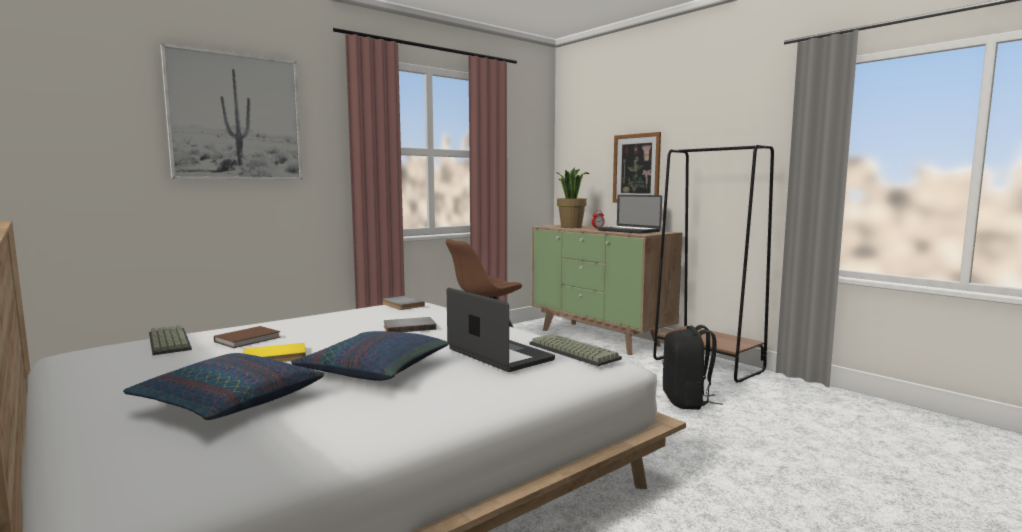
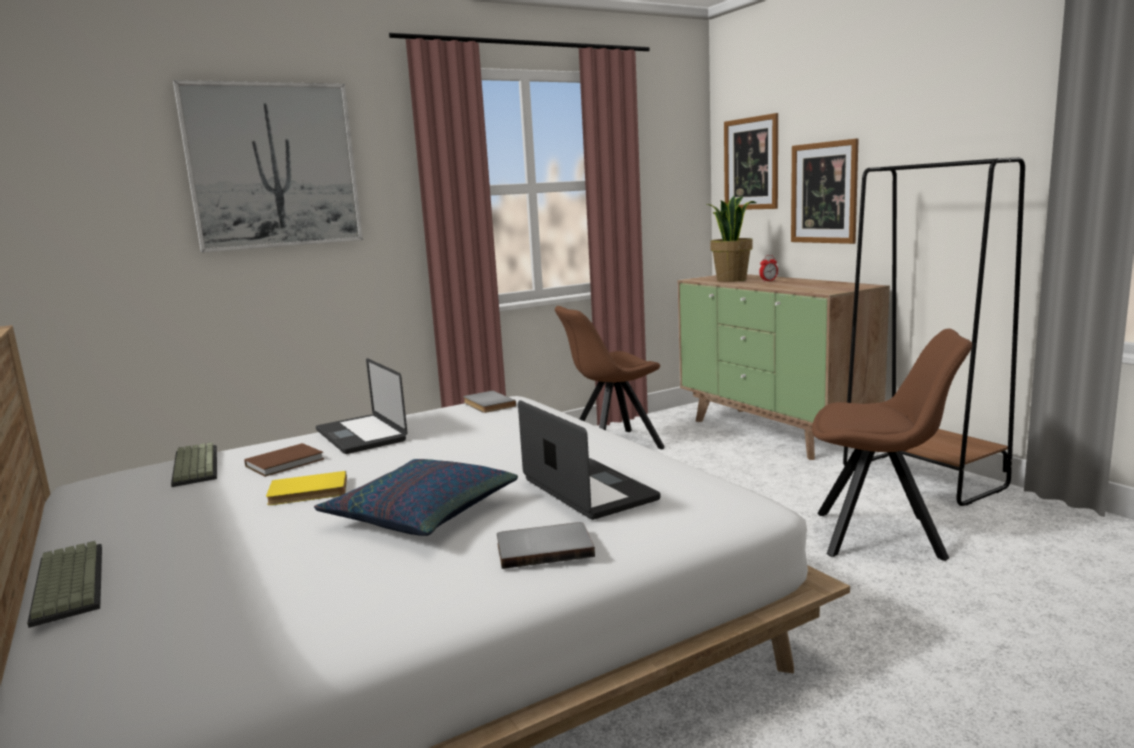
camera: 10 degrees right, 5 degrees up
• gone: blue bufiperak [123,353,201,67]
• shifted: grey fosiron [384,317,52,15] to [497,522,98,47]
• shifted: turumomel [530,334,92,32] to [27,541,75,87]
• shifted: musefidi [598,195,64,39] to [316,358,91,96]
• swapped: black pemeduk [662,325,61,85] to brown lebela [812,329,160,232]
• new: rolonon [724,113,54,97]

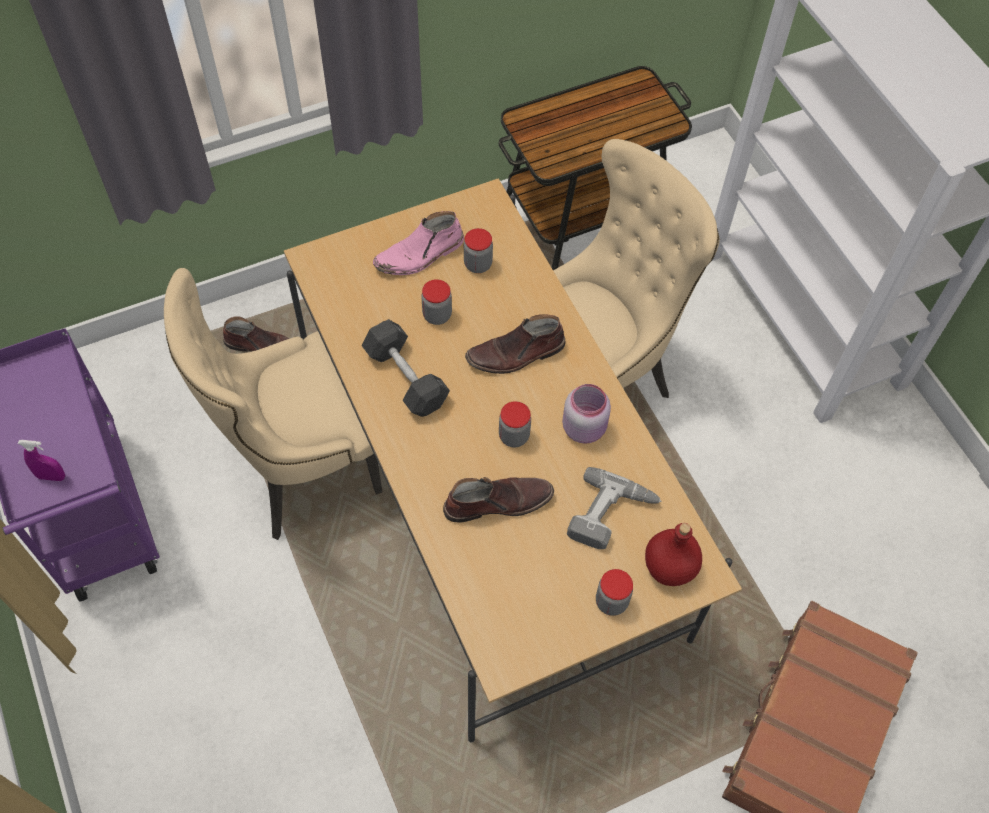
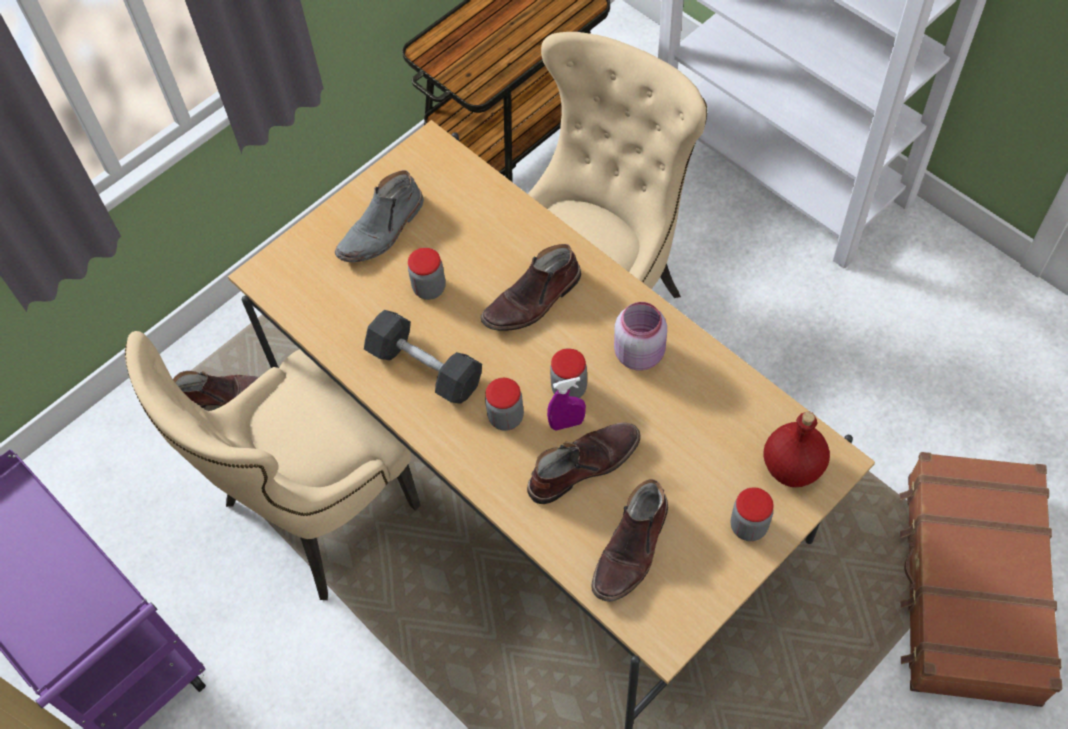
camera: 15 degrees left, 0 degrees up
• shifted: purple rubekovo [18,440,47,41] to [547,377,39,53]
• repainted: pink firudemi [373,211,91,64] to grey firudemi [335,170,89,92]
• shifted: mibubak [464,228,29,45] to [485,378,39,53]
• gone: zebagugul [567,467,94,82]
• new: brown firudemi [591,479,77,123]

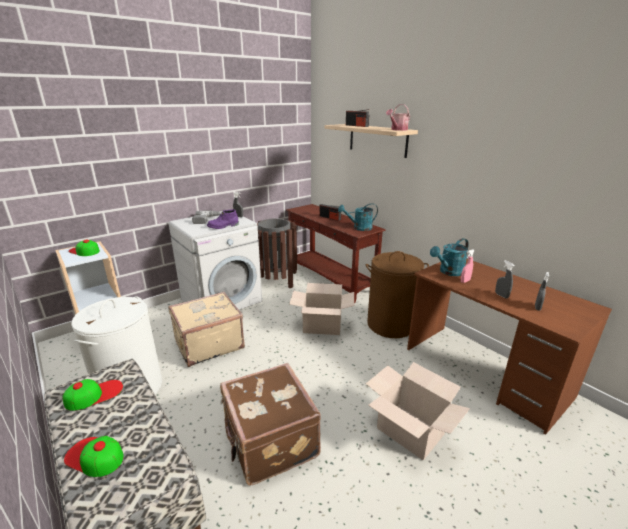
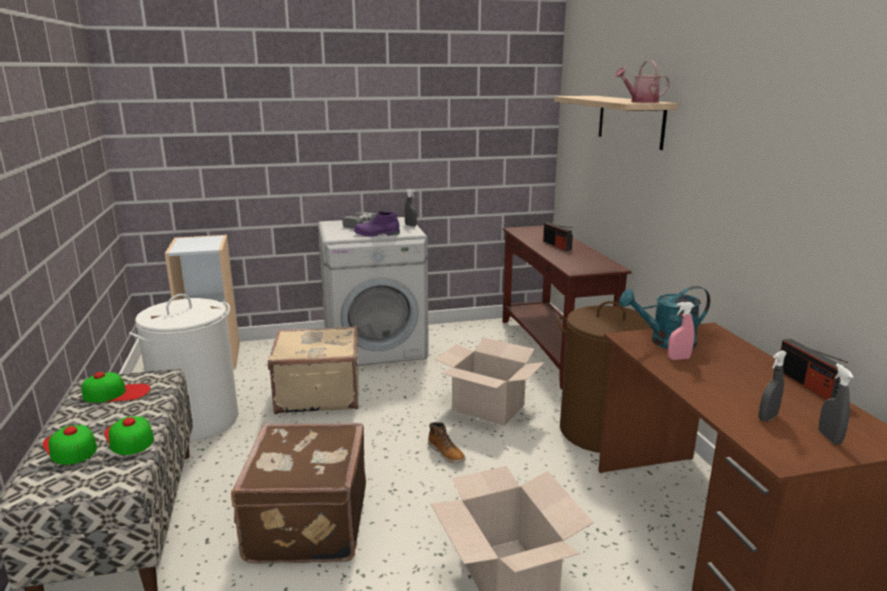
camera: 25 degrees right, 5 degrees down
• shifted: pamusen [68,240,32,16] to [104,416,50,39]
• gone: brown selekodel [257,218,40,70]
• gone: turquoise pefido [338,203,40,28]
• shifted: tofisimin [346,109,23,18] to [781,339,67,61]
• shifted: grey rubekovo [495,260,19,38] to [819,363,35,82]
• new: firudemi [428,422,37,41]

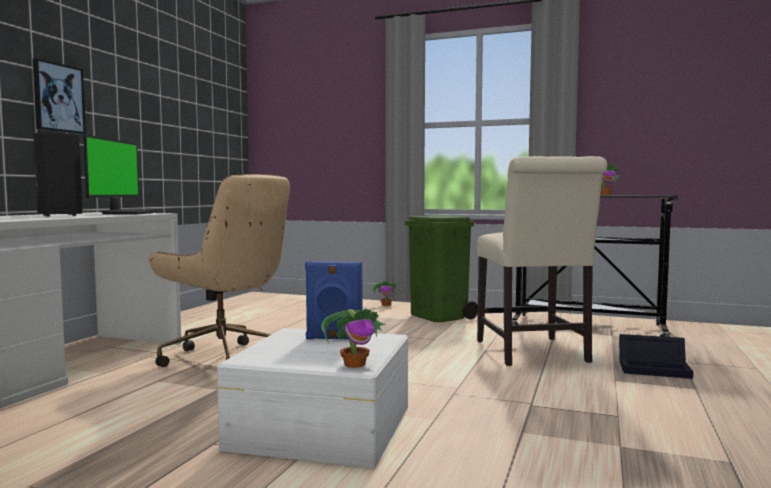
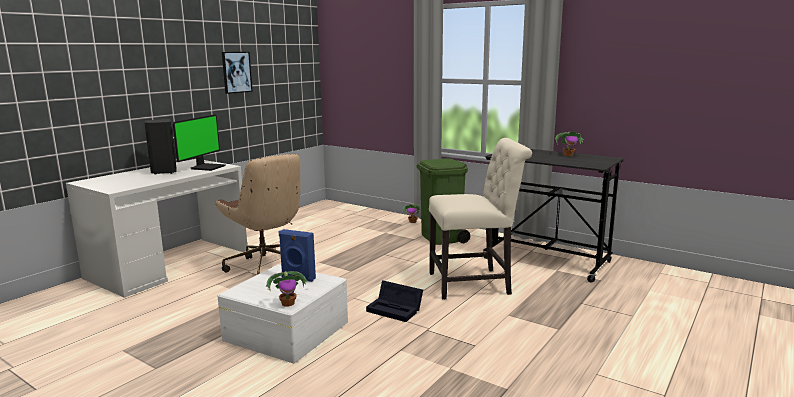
camera: 15 degrees right, 10 degrees up
• shifted: rolonon [33,58,53,76] to [222,52,31,42]
• rotated: beige lebela [477,156,130,210] = [429,138,103,162] 105 degrees counterclockwise
• shifted: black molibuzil [619,334,74,45] to [366,280,57,42]

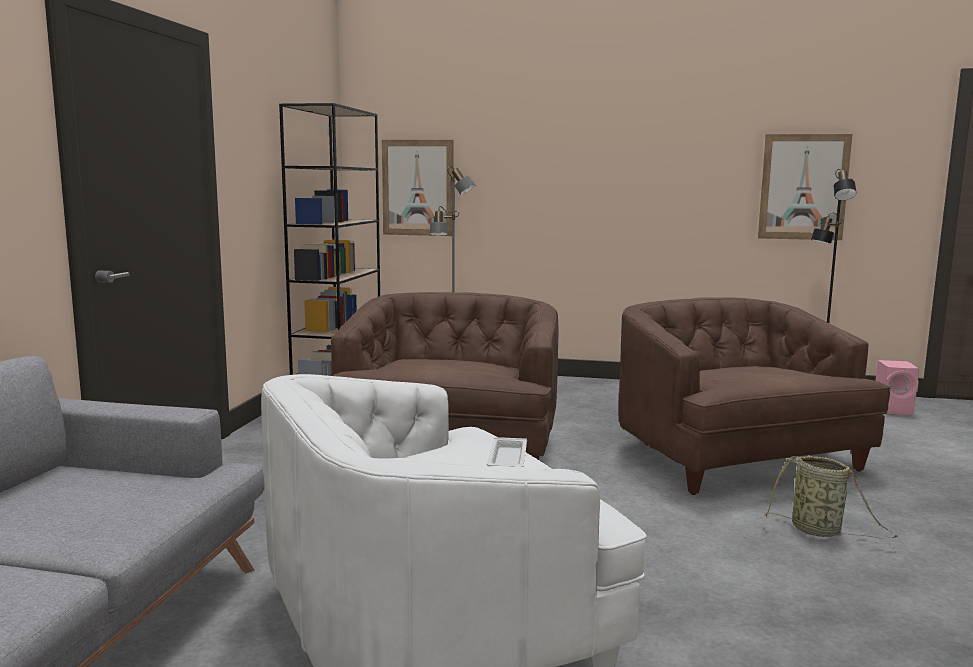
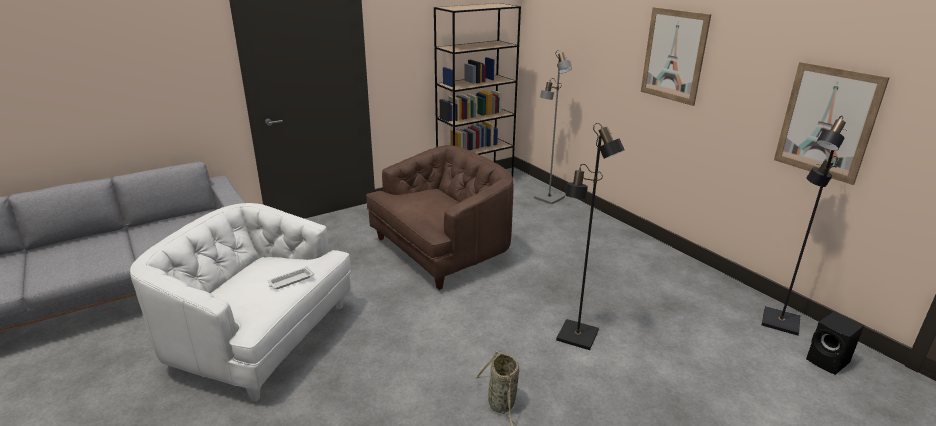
camera: 45 degrees right, 15 degrees up
• shifted: rolonon [382,140,71,96] to [641,7,70,99]
• swapped: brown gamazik [619,297,271,198] to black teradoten [556,123,68,227]
• repainted: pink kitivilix [875,360,44,55] to black kitivilix [806,312,58,63]

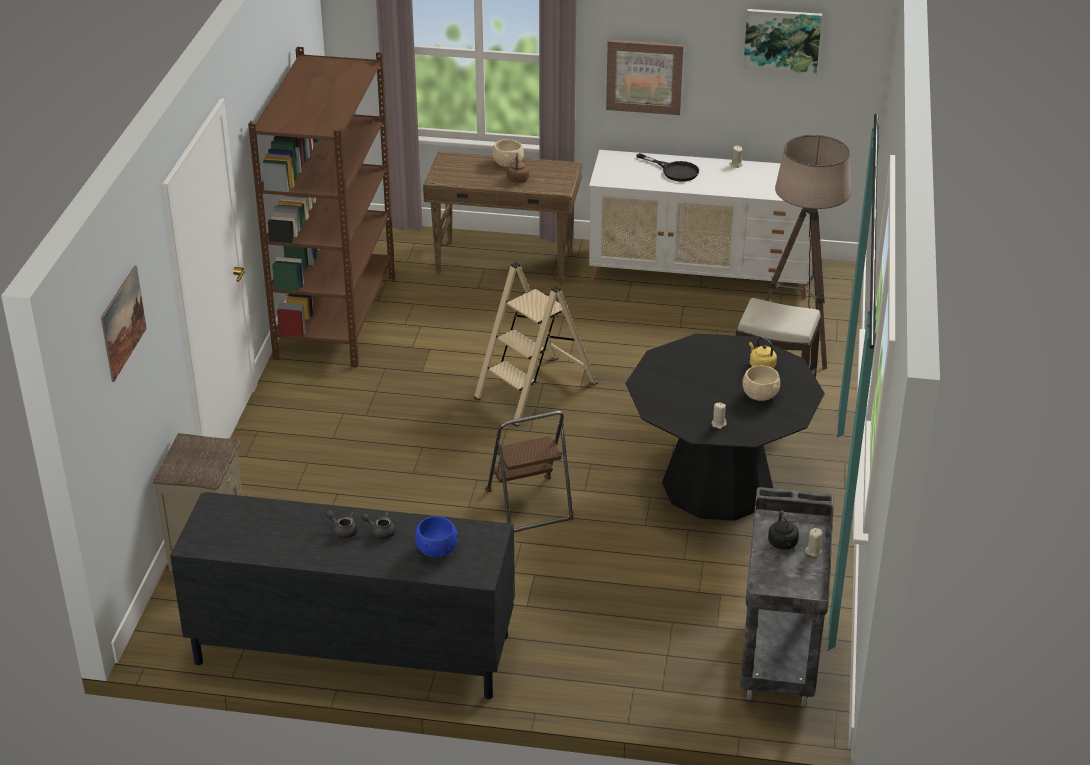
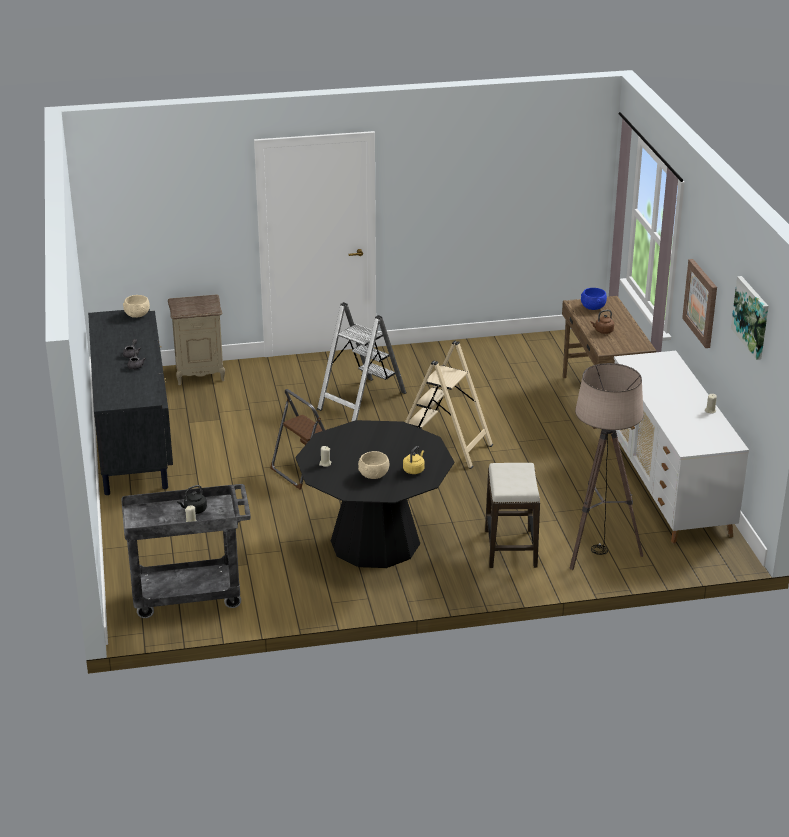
camera: 70 degrees right, 5 degrees down
• gone: rolonon [101,265,46,117]
• gone: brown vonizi [248,47,147,320]
• shifted: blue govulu [415,516,43,42] to [581,288,26,22]
• shifted: beige govulu [493,139,31,28] to [123,295,27,23]
• gone: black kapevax [636,153,63,29]
• new: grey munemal [317,302,90,120]

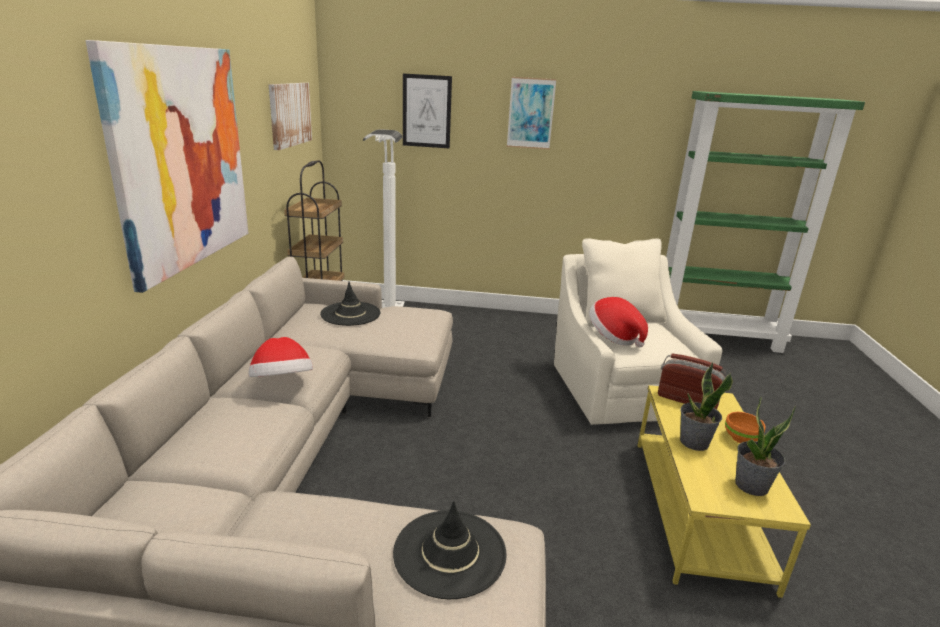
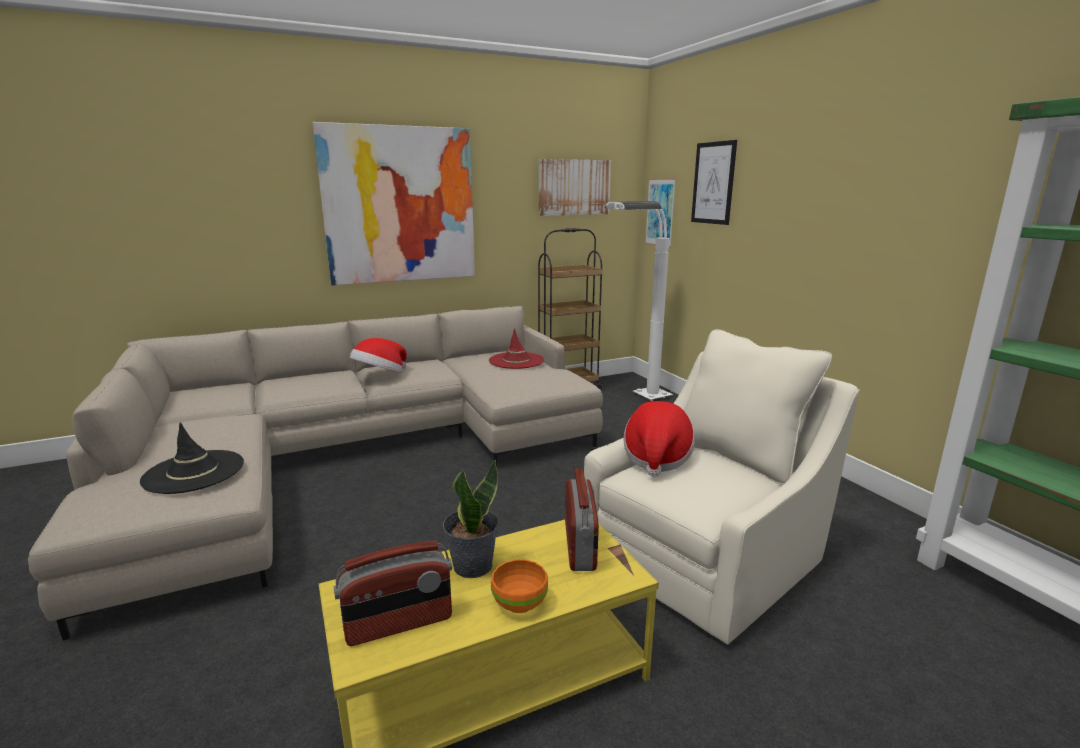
camera: 60 degrees right, 5 degrees down
• repainted: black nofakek [320,282,61,44] to red nofakek [489,328,55,41]
• shifted: rolonon [507,77,49,72] to [645,178,31,69]
• swapped: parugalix [735,396,61,100] to tofisimin [334,540,118,106]

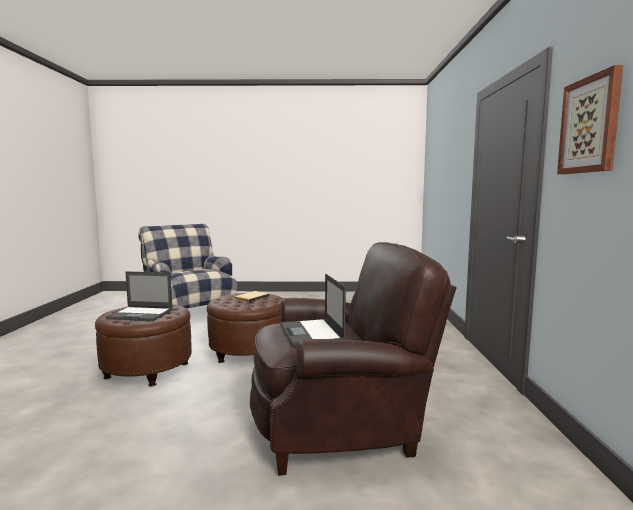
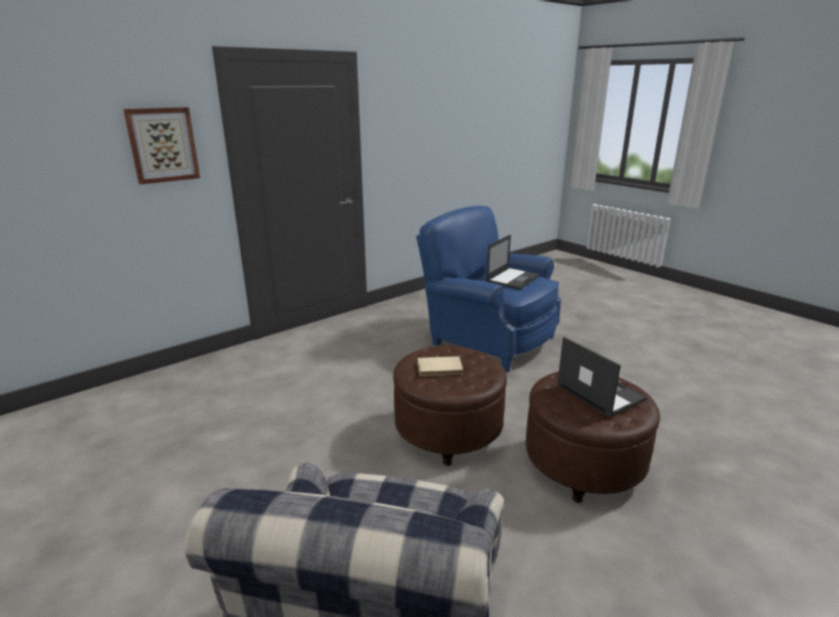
camera: 130 degrees left, 15 degrees up
• repainted: brown gamazik [250,242,207,234] to blue gamazik [416,206,145,167]
• shifted: rolonon [557,65,66,109] to [123,107,77,78]

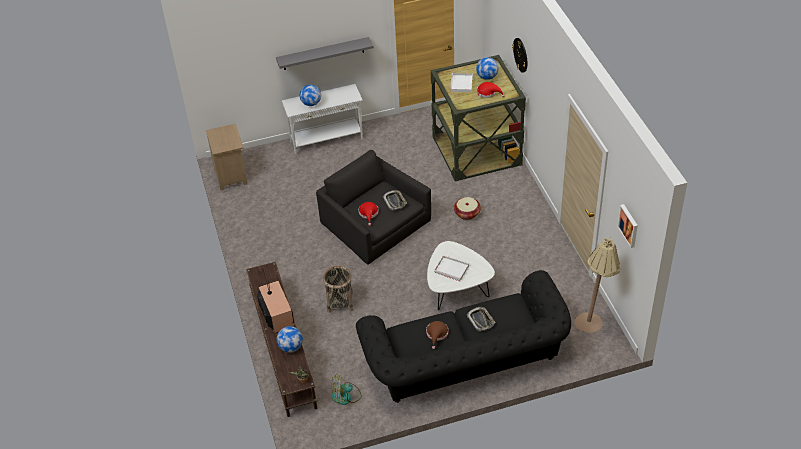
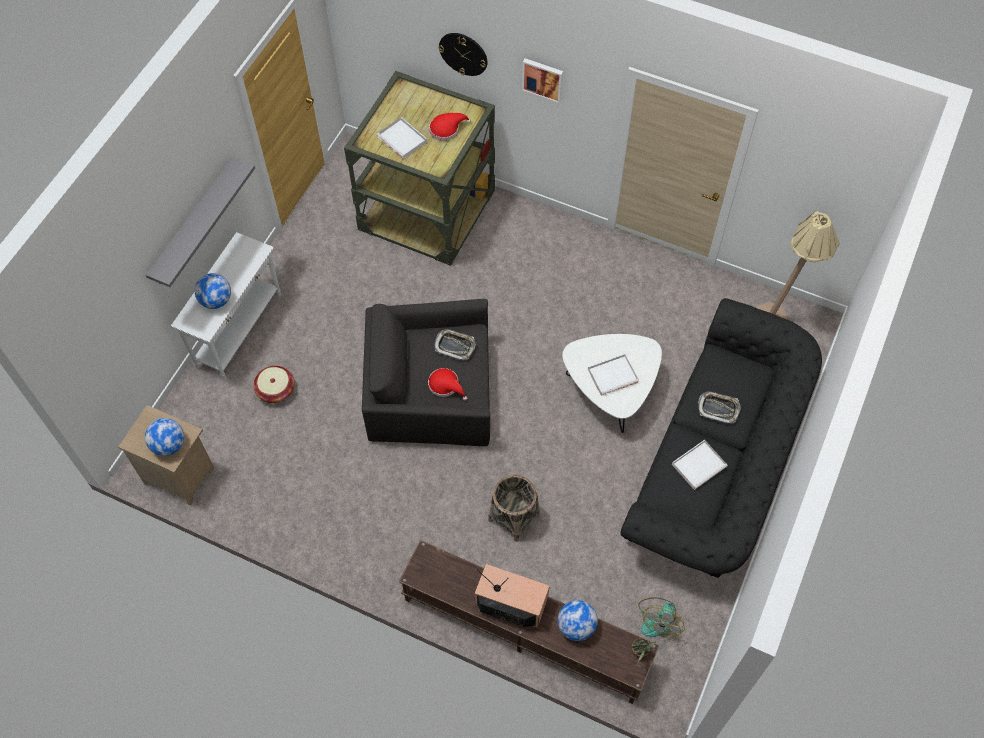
camera: 50 degrees left, 15 degrees up
• swapped: brown nofakek [426,321,22,28] to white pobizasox [672,440,56,50]
• shifted: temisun [454,197,27,23] to [253,366,42,37]
• shifted: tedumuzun [476,57,23,23] to [145,418,39,38]
• shifted: rolonon [617,204,21,44] to [522,58,41,45]

